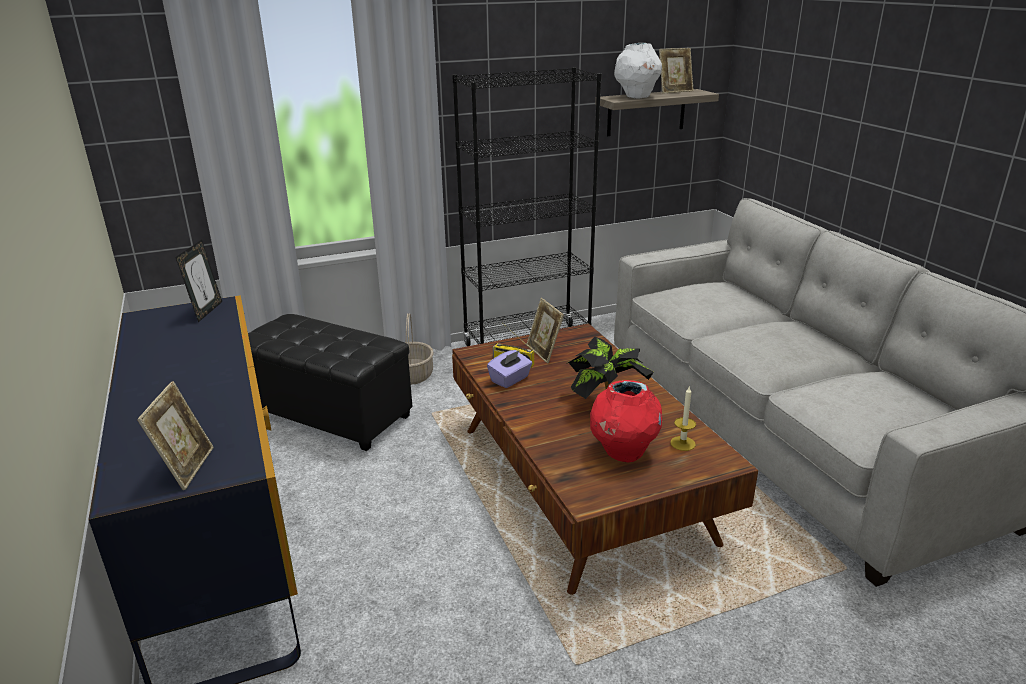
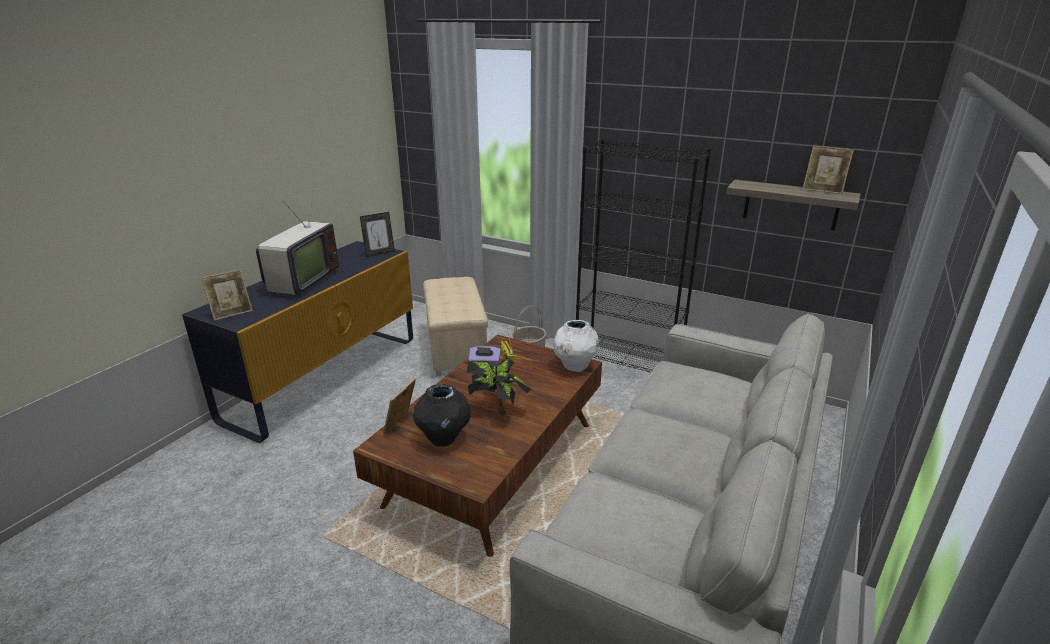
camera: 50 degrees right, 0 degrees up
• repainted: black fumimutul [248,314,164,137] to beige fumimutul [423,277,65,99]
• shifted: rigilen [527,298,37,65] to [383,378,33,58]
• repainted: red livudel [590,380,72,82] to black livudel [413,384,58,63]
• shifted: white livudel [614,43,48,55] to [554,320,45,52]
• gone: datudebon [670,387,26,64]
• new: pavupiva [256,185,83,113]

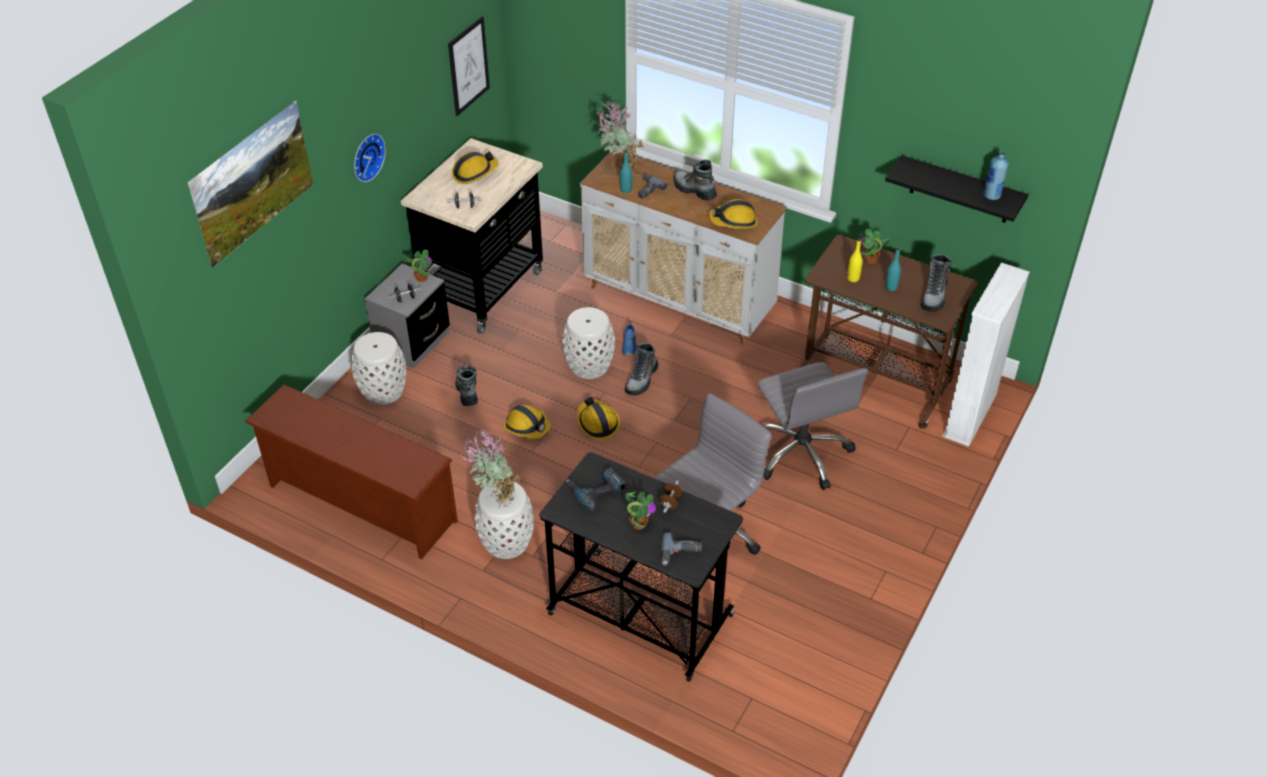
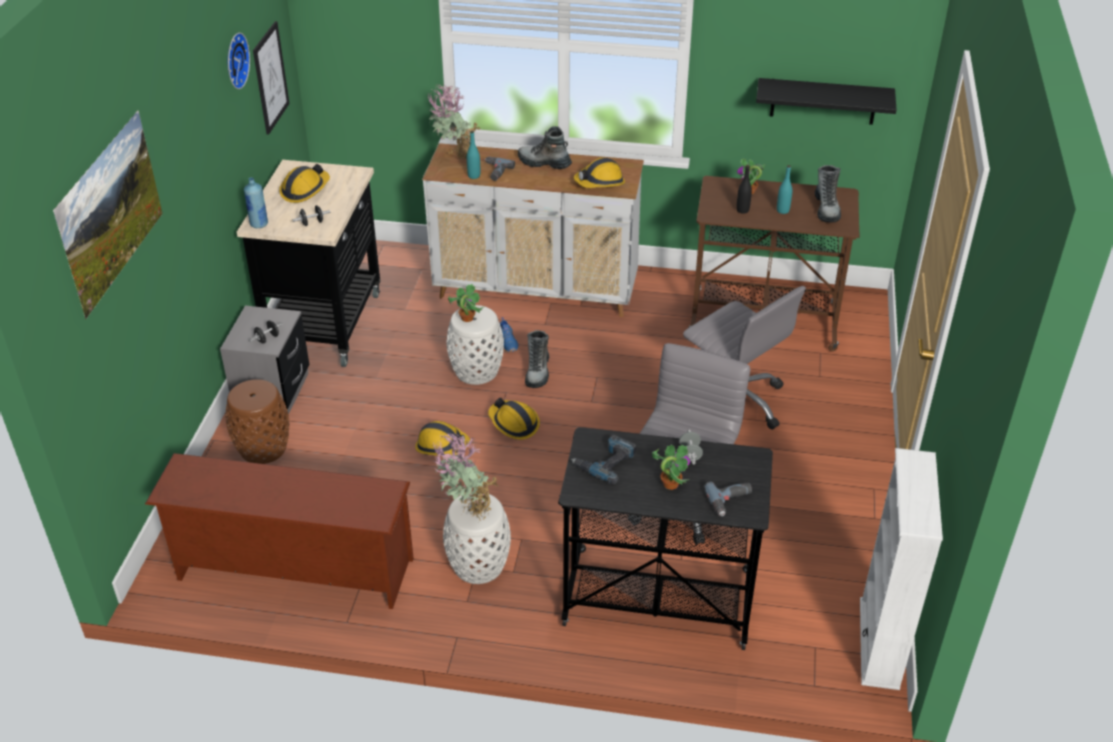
camera: 20 degrees left, 5 degrees down
• repainted: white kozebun [352,332,54,73] to brown kozebun [226,379,63,85]
• shifted: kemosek [354,134,32,48] to [227,33,23,56]
• shifted: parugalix [405,249,27,33] to [448,284,37,38]
• gone: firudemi [455,366,23,40]
• repainted: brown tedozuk [659,480,23,33] to grey tedozuk [679,430,24,34]
• repainted: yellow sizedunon [847,239,15,43] to black sizedunon [737,165,15,49]
• shifted: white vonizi [942,262,88,185] to [860,448,83,242]
• shifted: blue sizedunon [983,152,26,48] to [244,177,24,51]

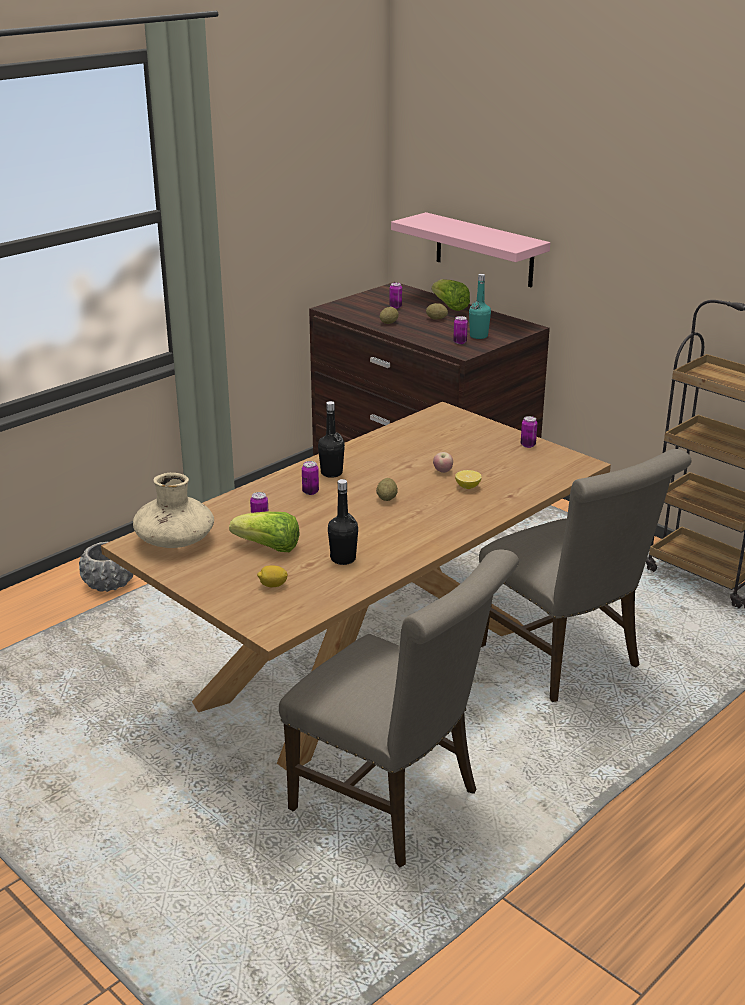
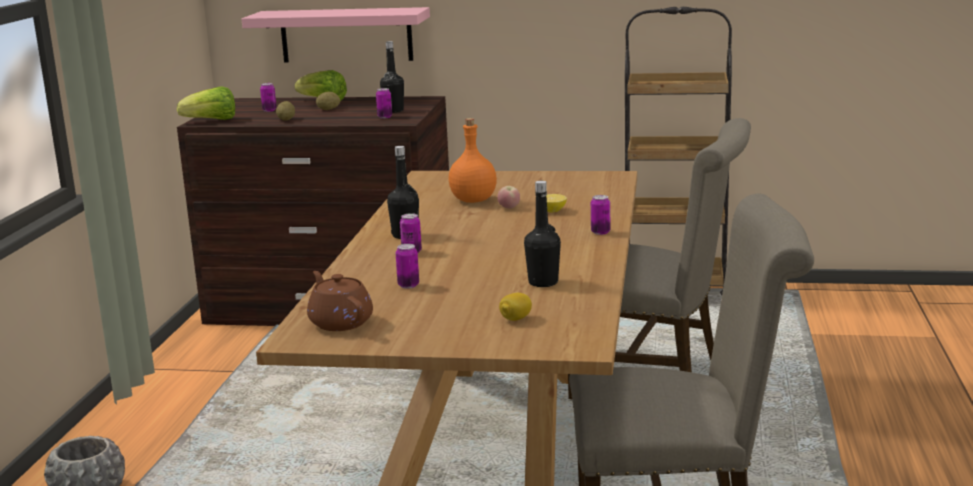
camera: 35 degrees left, 10 degrees down
• swapped: beige livudel [133,473,81,75] to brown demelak [307,271,66,60]
• shifted: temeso [229,511,71,41] to [177,86,58,34]
• gone: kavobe [376,478,22,23]
• repainted: turquoise sizedunon [469,274,22,65] to black sizedunon [380,41,24,72]
• shifted: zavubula [521,416,16,32] to [591,195,19,40]
• new: orange sizedunon [448,118,49,85]

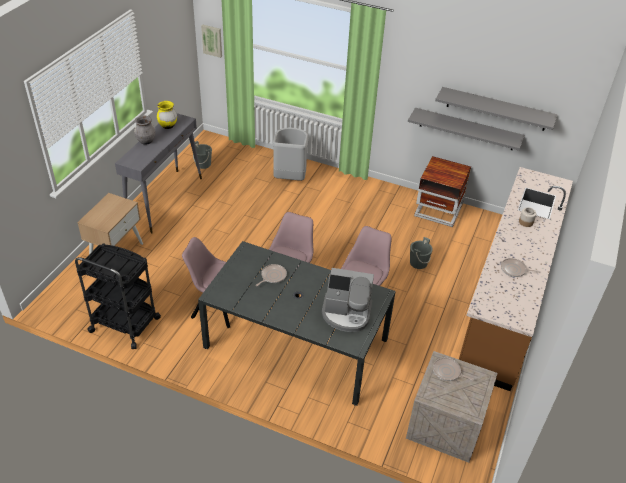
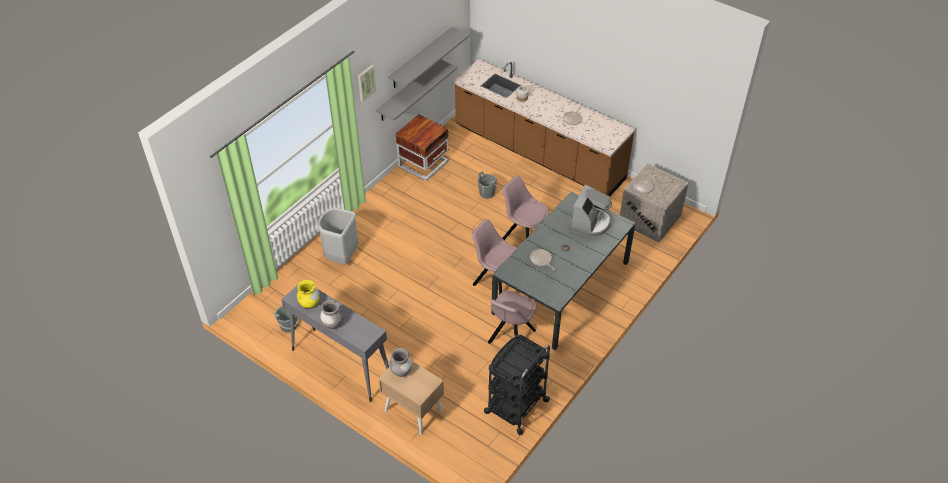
camera: 75 degrees left, 5 degrees up
• shifted: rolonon [201,25,21,33] to [358,65,19,36]
• new: grey livudel [389,348,23,29]

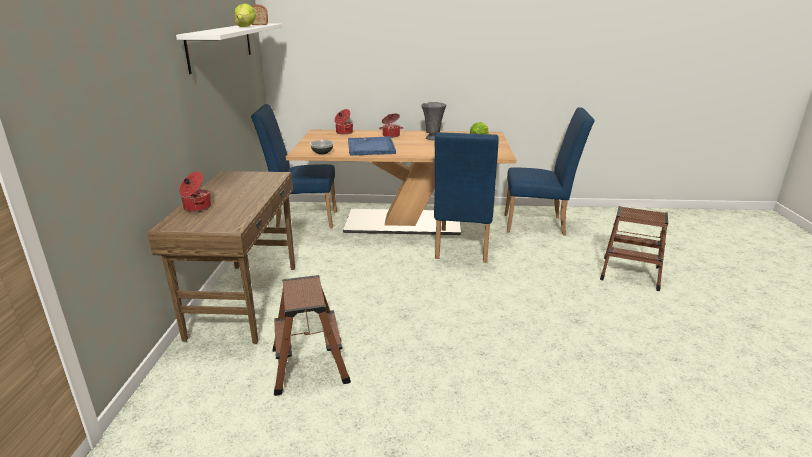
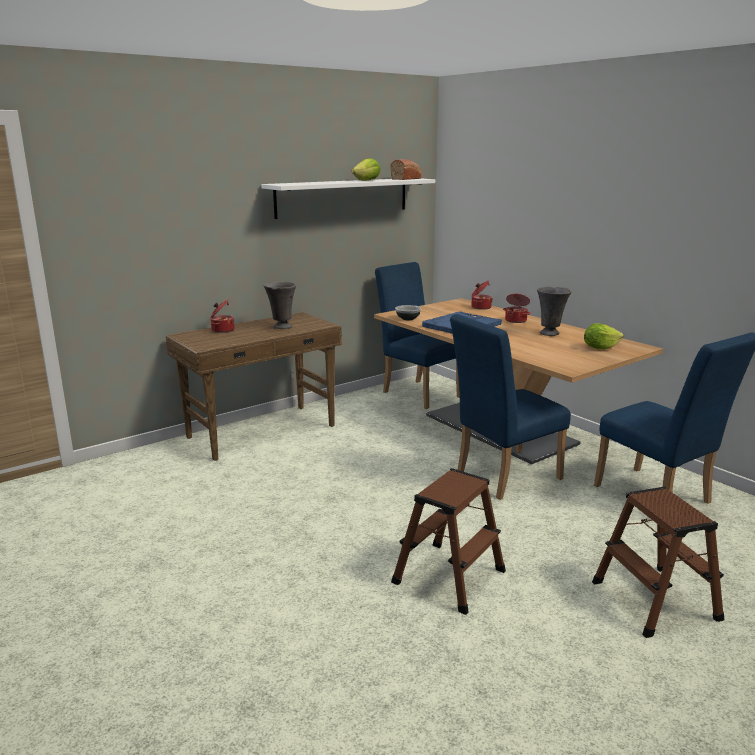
camera: 50 degrees right, 5 degrees down
• shifted: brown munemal [273,275,78,121] to [391,468,115,147]
• new: grey livudel [263,282,33,47]

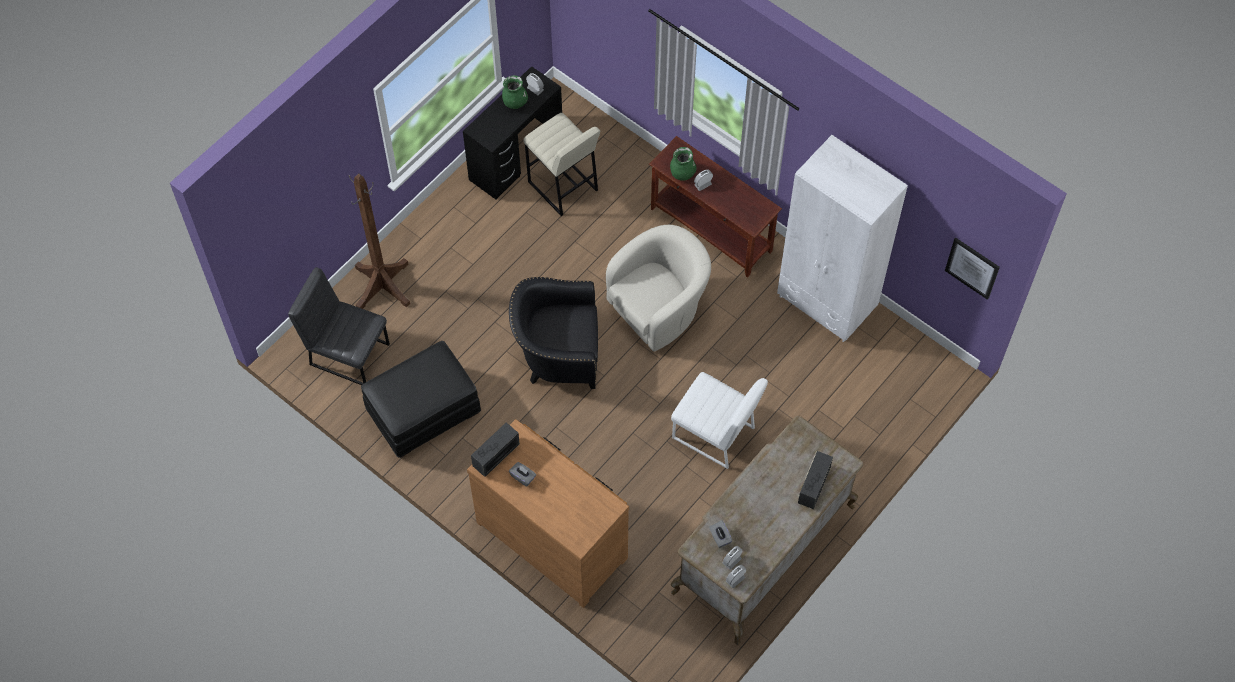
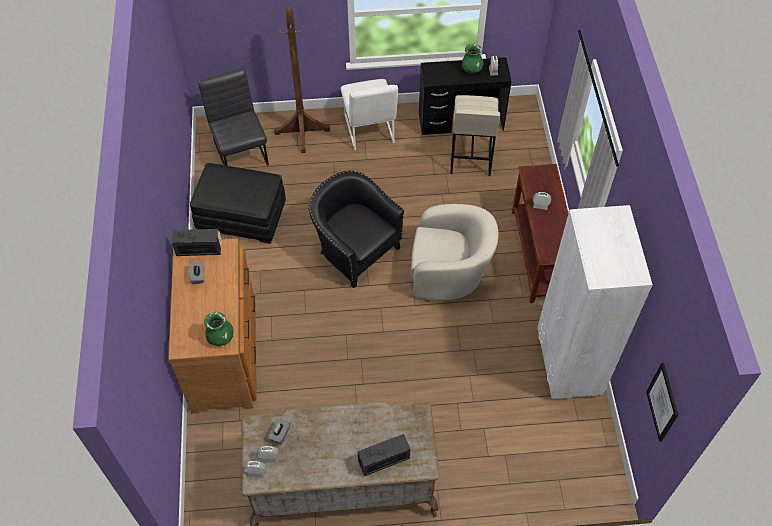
camera: 45 degrees right, 5 degrees down
• shifted: green livudel [670,147,27,34] to [204,312,29,34]
• shifted: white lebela [671,372,97,97] to [341,79,57,71]

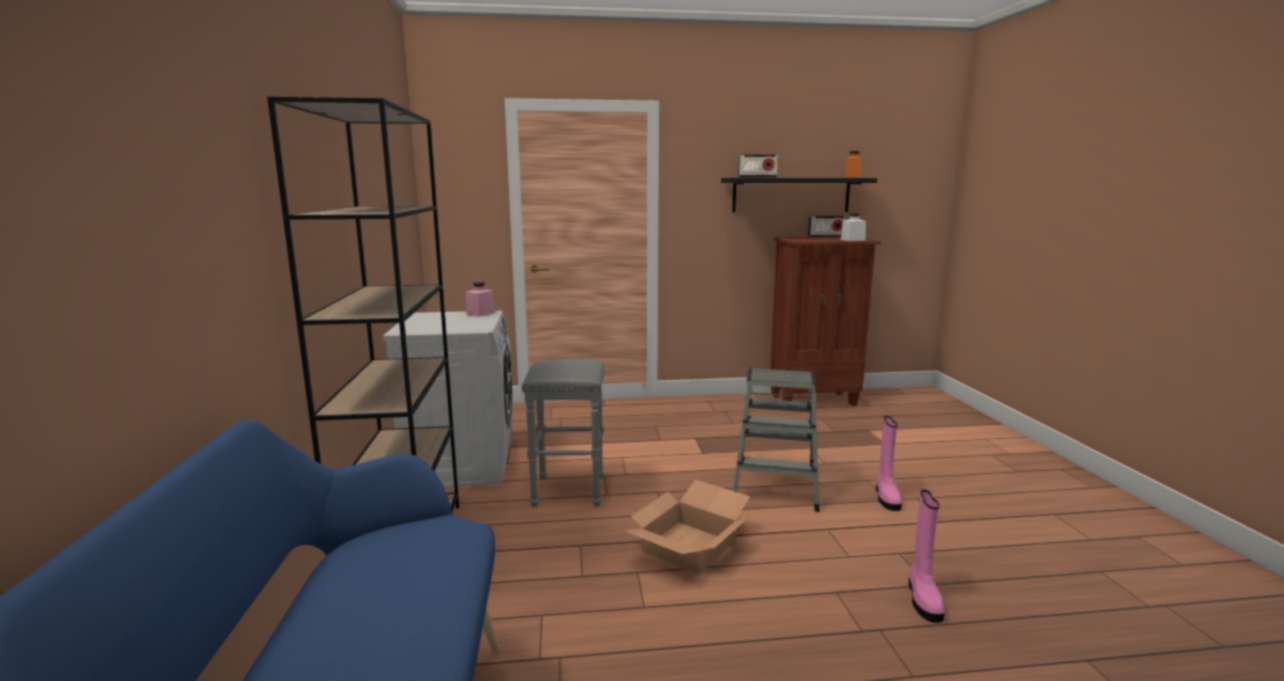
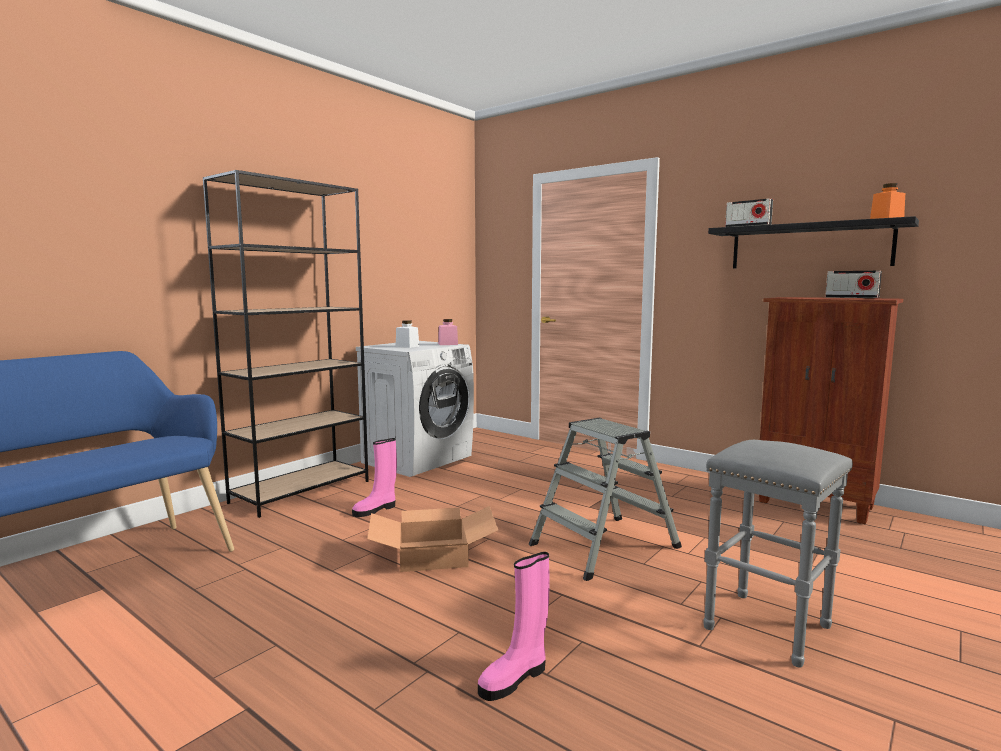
camera: 45 degrees right, 5 degrees down
• shifted: grey kozebun [522,359,82,148] to [703,440,150,228]
• shifted: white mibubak [841,213,25,28] to [396,320,23,28]
• shifted: pink firudemi [876,416,26,95] to [352,438,45,79]

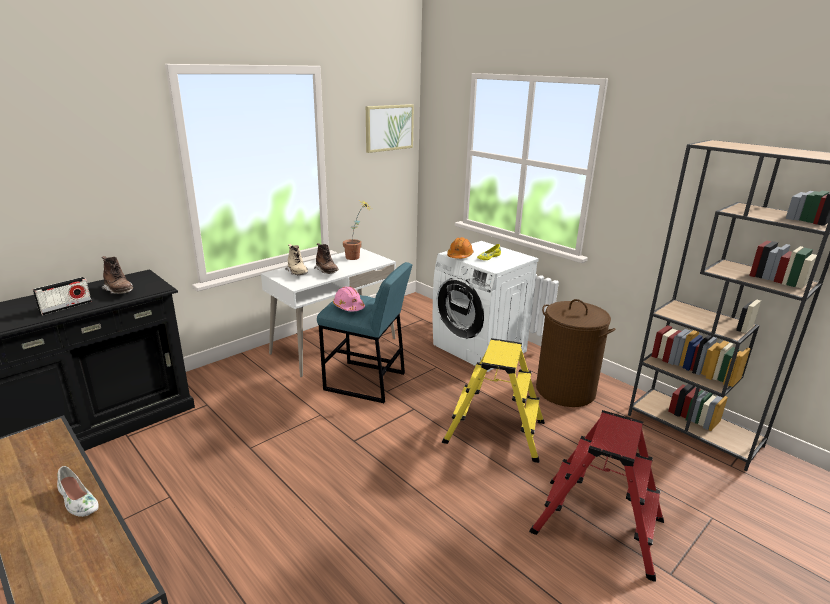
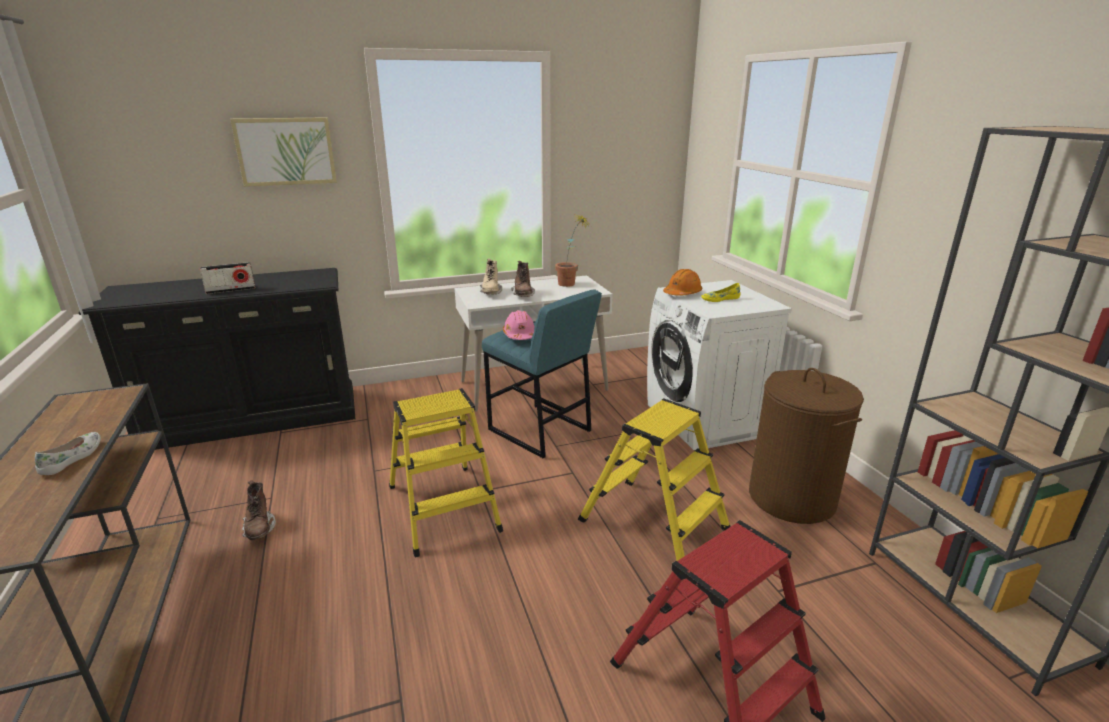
camera: 25 degrees right, 0 degrees up
• rotated: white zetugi [57,466,42,51] = [35,432,66,43] 150 degrees counterclockwise
• shifted: brown firudemi [101,256,32,38] to [242,480,34,60]
• shifted: rolonon [366,104,48,49] to [230,117,107,70]
• new: yellow munemal [389,388,114,169]

